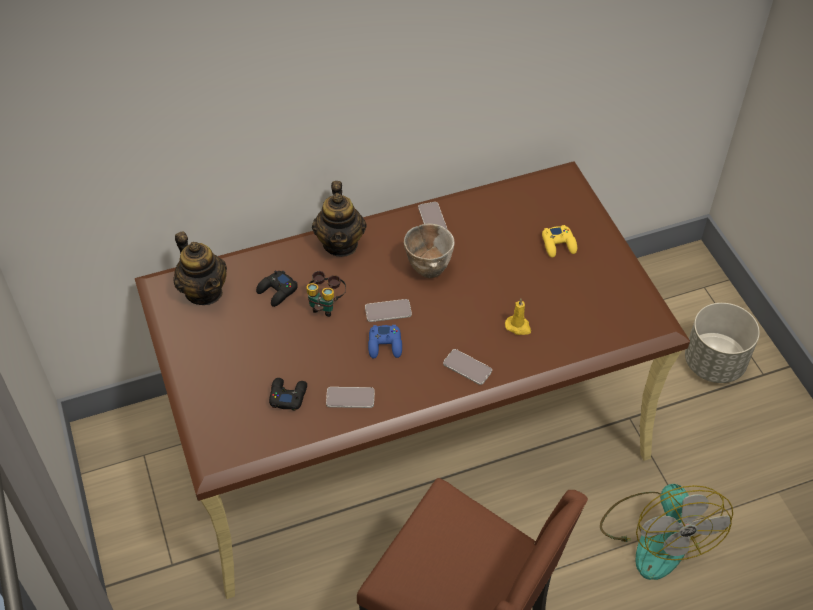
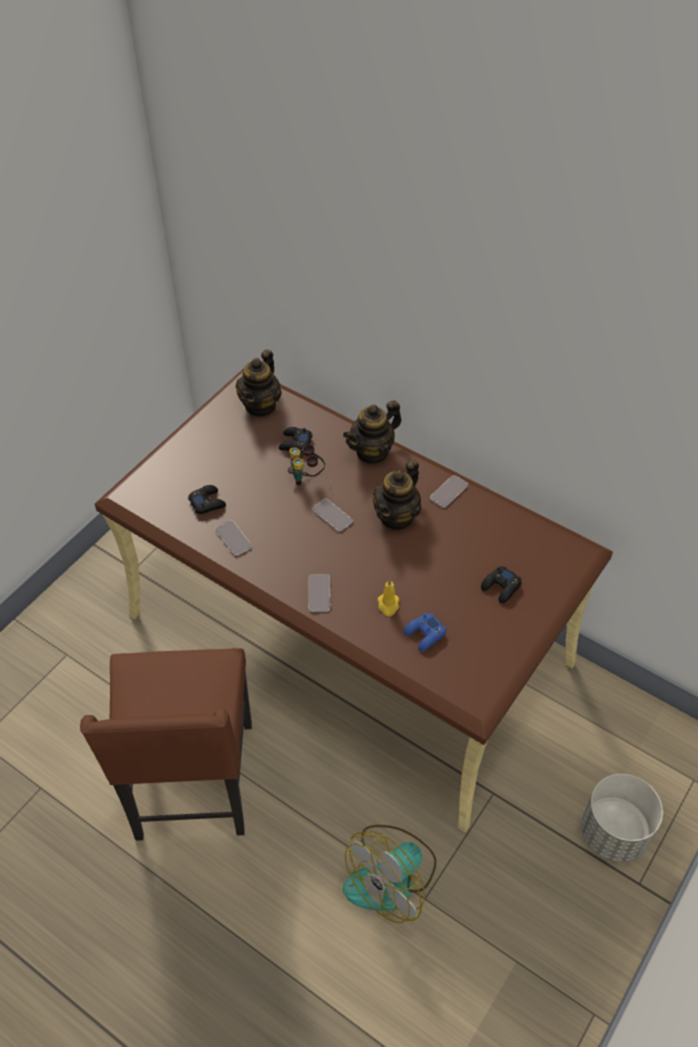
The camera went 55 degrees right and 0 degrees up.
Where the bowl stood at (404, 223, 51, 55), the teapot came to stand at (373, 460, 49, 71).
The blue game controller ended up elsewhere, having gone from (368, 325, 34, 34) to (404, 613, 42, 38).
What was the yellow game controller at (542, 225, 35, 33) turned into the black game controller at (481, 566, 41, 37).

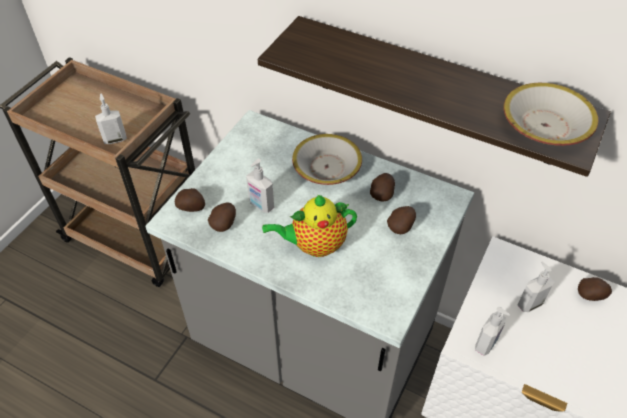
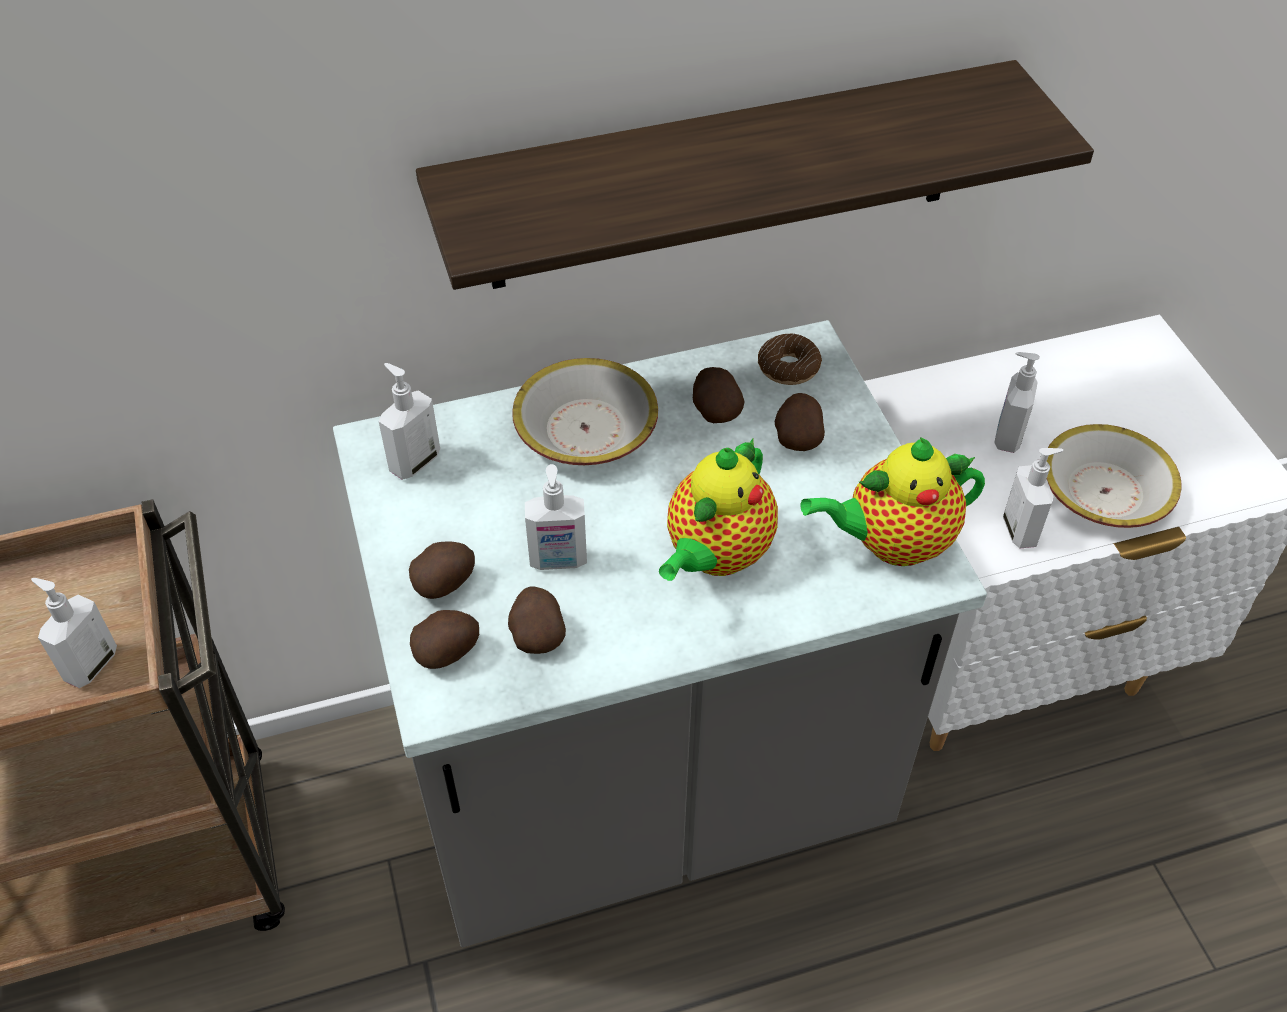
The camera went 45 degrees left and 0 degrees up.
The second view gained the soap dispenser at (378, 363, 62, 117).
The potato ended up elsewhere, having gone from (578, 277, 34, 24) to (409, 541, 66, 58).
The second view gained the donut at (758, 333, 64, 52).
The second view gained the teapot at (800, 437, 185, 129).
The bowl ended up elsewhere, having gone from (503, 83, 95, 63) to (1047, 424, 135, 104).

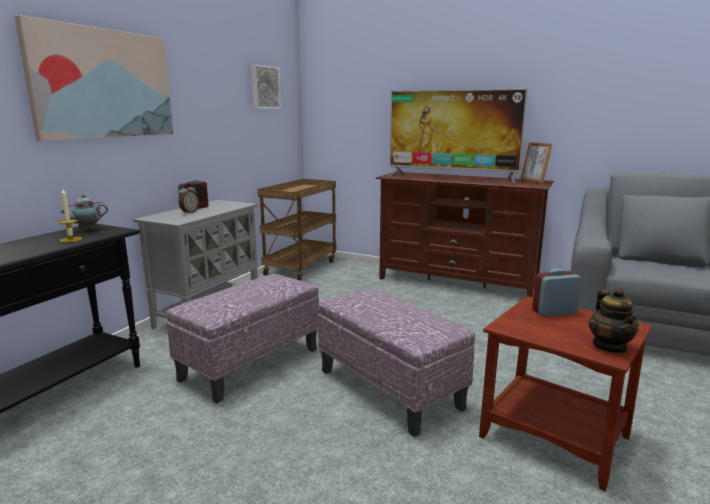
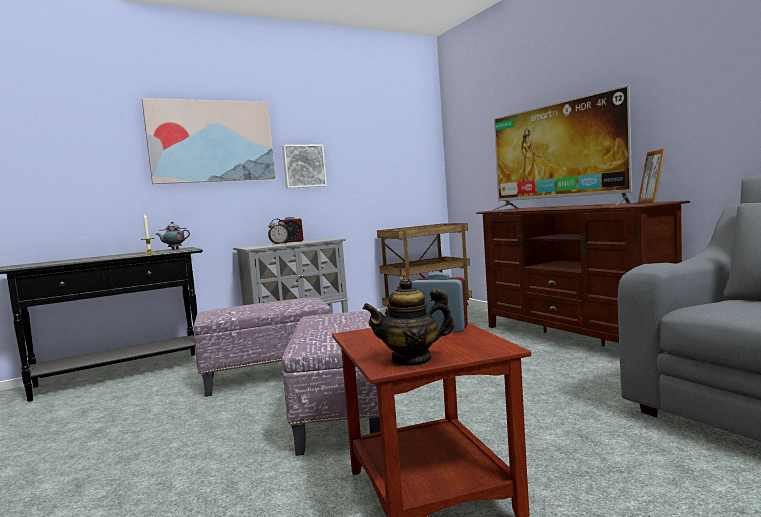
The camera went 35 degrees right and 10 degrees down.
The picture ended up elsewhere, having gone from (251, 64, 30, 45) to (282, 144, 45, 44).
The teapot at (589, 287, 50, 67) ended up facing another way, 45 degrees clockwise from before.

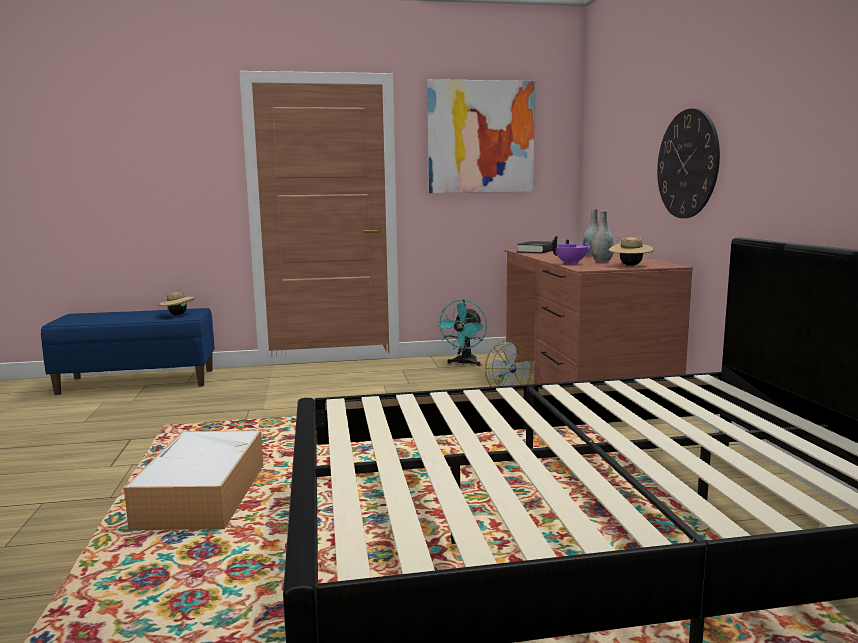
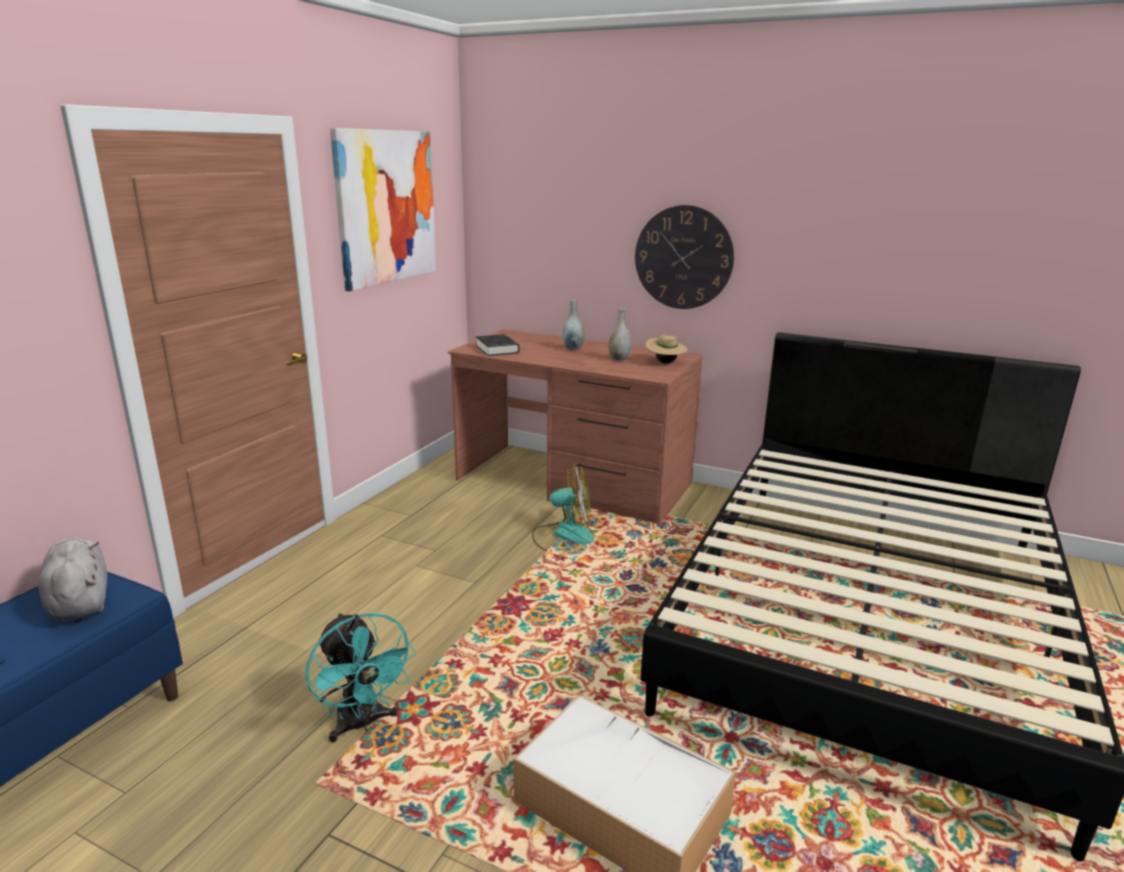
The camera went 55 degrees left and 10 degrees up.
Where the beige hat stood at (159, 292, 36, 23), the grey plush toy came to stand at (38, 538, 69, 84).
The turquoise fan ended up elsewhere, having gone from (436, 299, 51, 67) to (306, 613, 110, 130).
The second view lost the purple teapot at (552, 236, 40, 29).

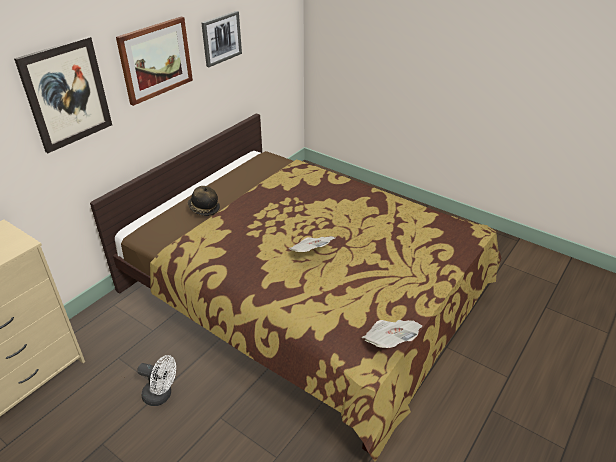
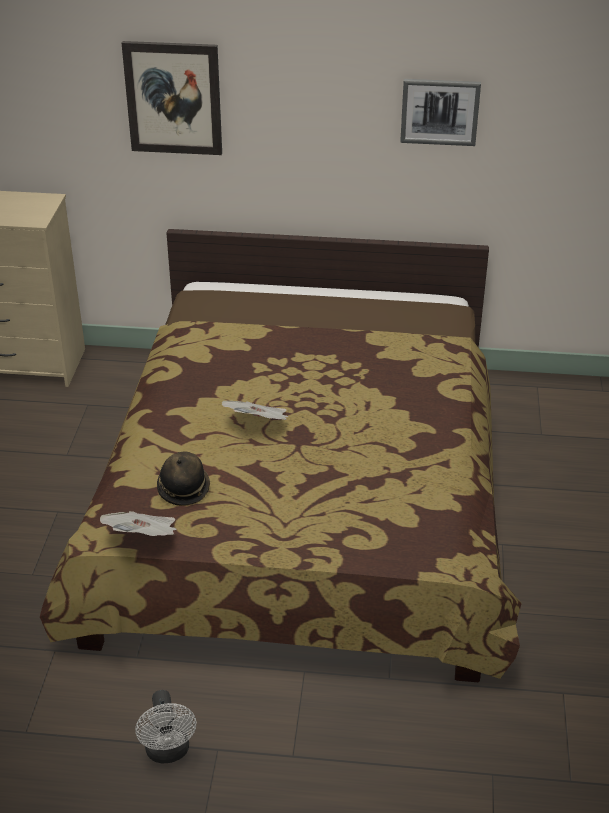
The camera went 60 degrees right and 0 degrees up.
The white fan ended up elsewhere, having gone from (137, 355, 39, 51) to (135, 690, 61, 74).
The hat ended up elsewhere, having gone from (188, 186, 32, 30) to (157, 452, 53, 54).
The second view lost the picture at (116, 17, 77, 89).

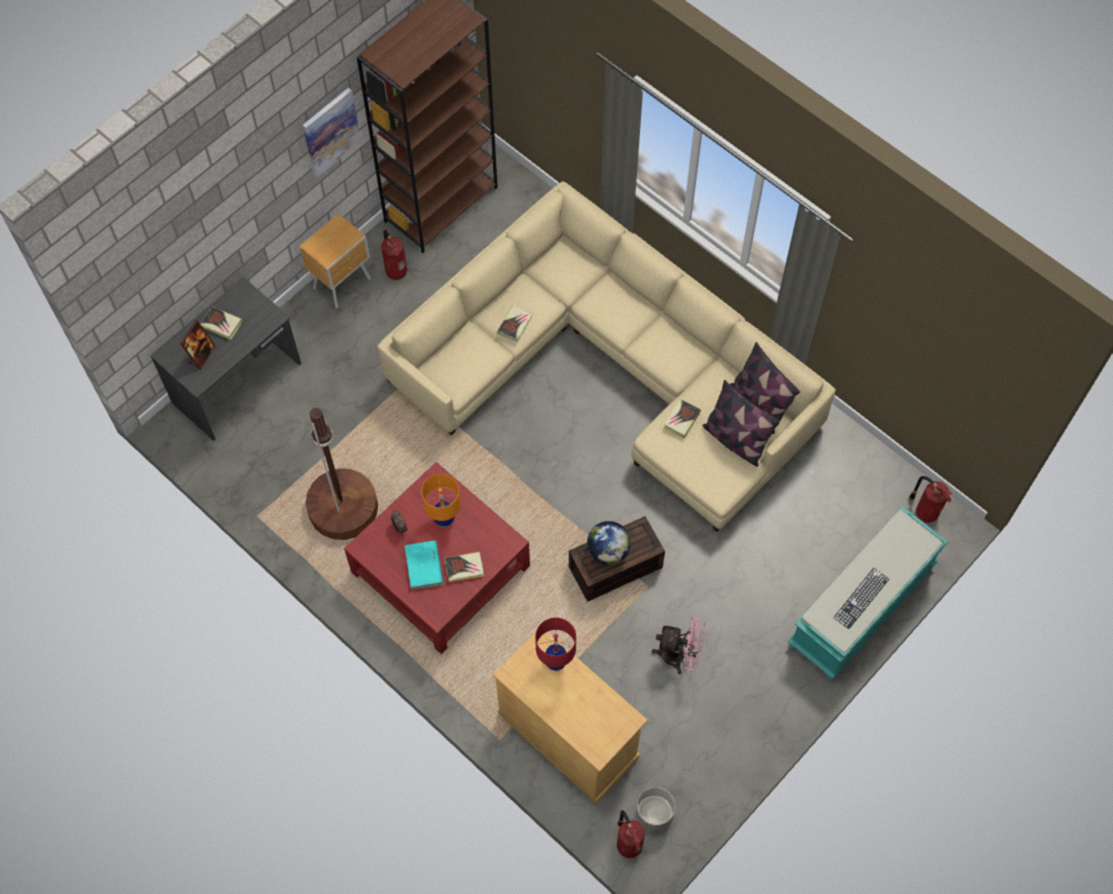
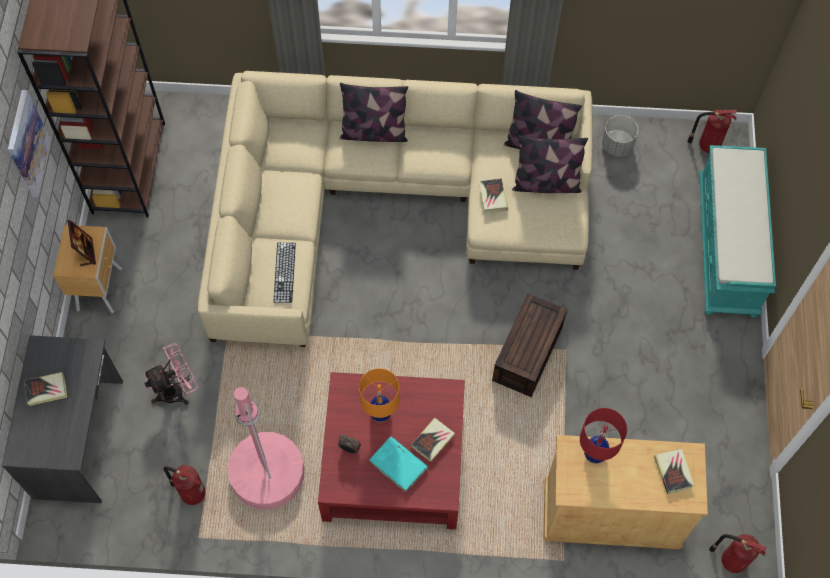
The camera went 40 degrees left and 0 degrees up.
The picture frame ended up elsewhere, having gone from (180, 320, 36, 49) to (68, 220, 28, 46).
The pink fan ended up elsewhere, having gone from (652, 616, 53, 59) to (143, 343, 55, 62).
The fire extinguisher ended up elsewhere, having gone from (381, 230, 26, 50) to (164, 465, 42, 40).
What was the brown floor lamp at (306, 408, 72, 132) turned into the pink floor lamp at (228, 387, 76, 122).
The keyboard ended up elsewhere, having gone from (833, 568, 56, 61) to (273, 243, 23, 60).
The second view gained the pillow at (340, 83, 68, 59).
The grey planter ended up elsewhere, having gone from (636, 787, 39, 45) to (602, 115, 36, 42).
The book ended up elsewhere, having gone from (497, 306, 36, 36) to (654, 448, 40, 46).
The second view lost the globe at (587, 521, 44, 44).

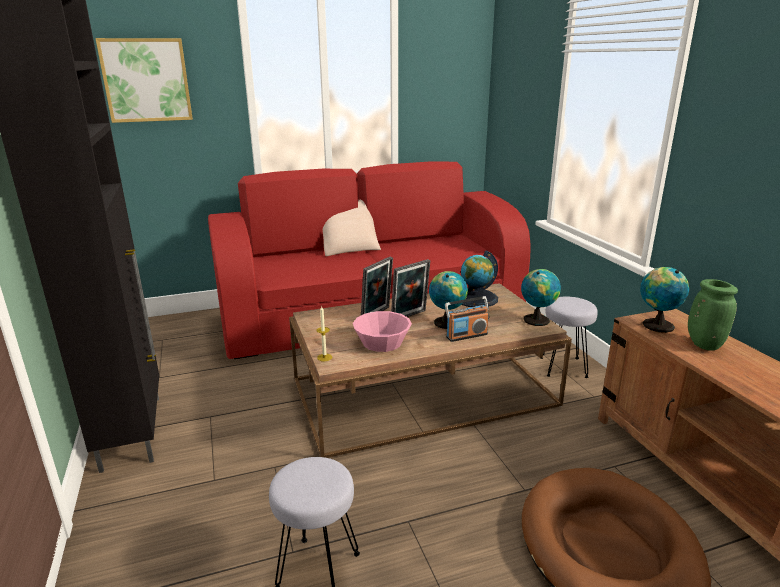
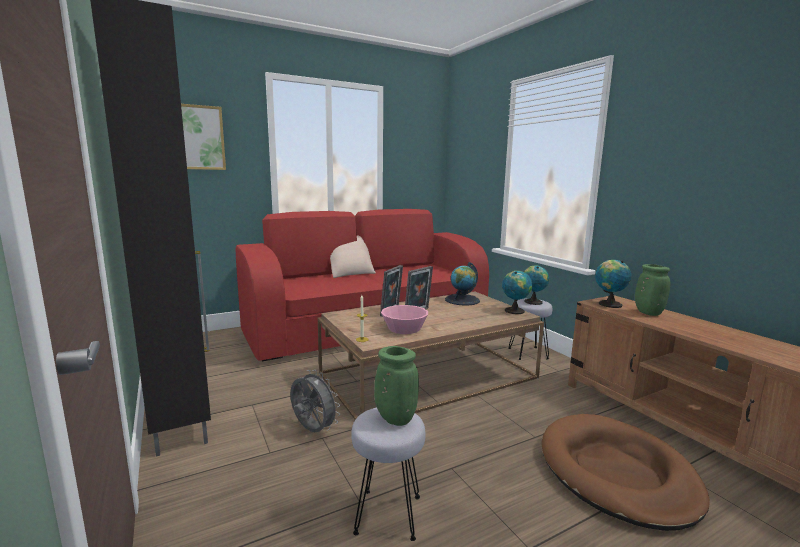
The camera went 10 degrees left and 10 degrees down.
The second view gained the grey fan at (290, 370, 50, 62).
The second view gained the green vase at (374, 346, 45, 80).
The globe ended up elsewhere, having gone from (429, 271, 39, 58) to (524, 265, 25, 40).
The second view lost the radio at (445, 296, 44, 46).

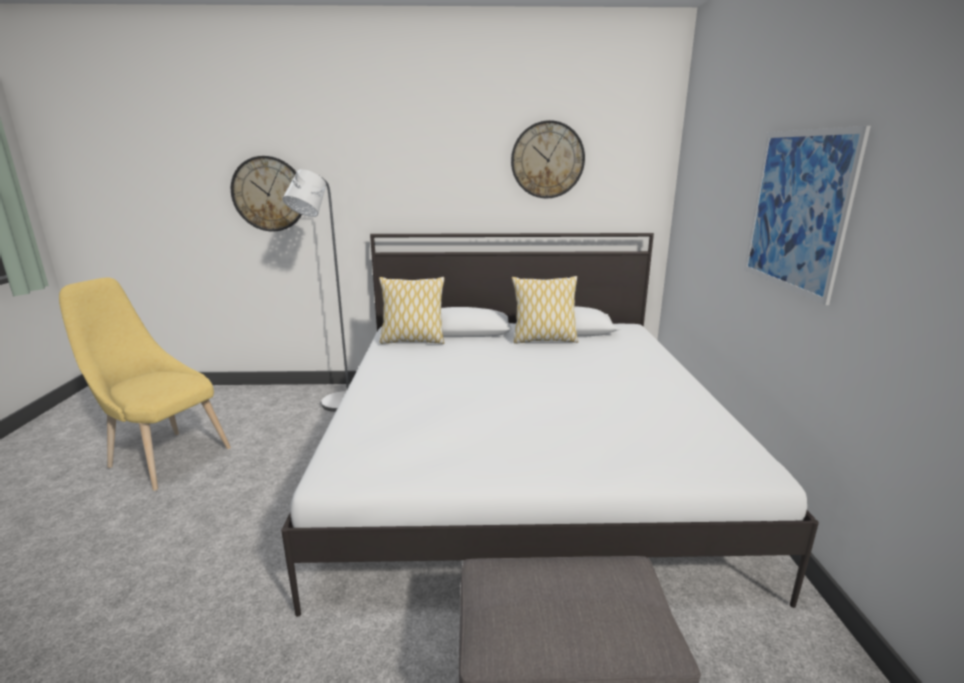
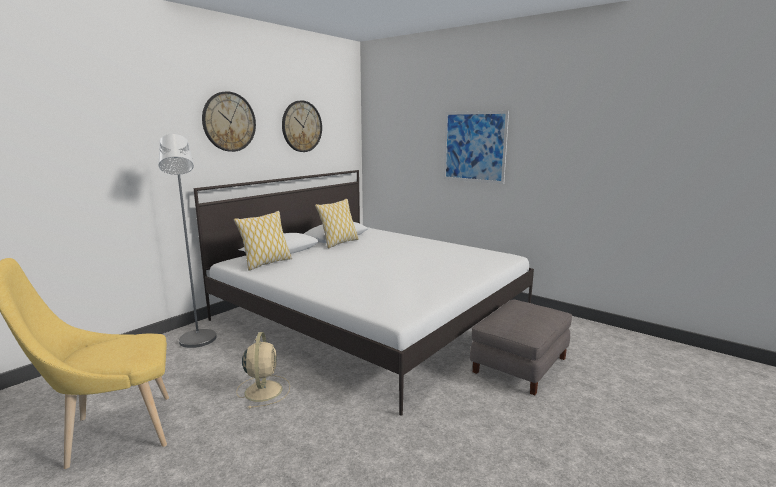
The camera went 50 degrees left and 5 degrees down.
The wall clock ended up elsewhere, having gone from (231, 156, 71, 76) to (202, 92, 54, 60).
The second view gained the beige fan at (236, 332, 54, 77).

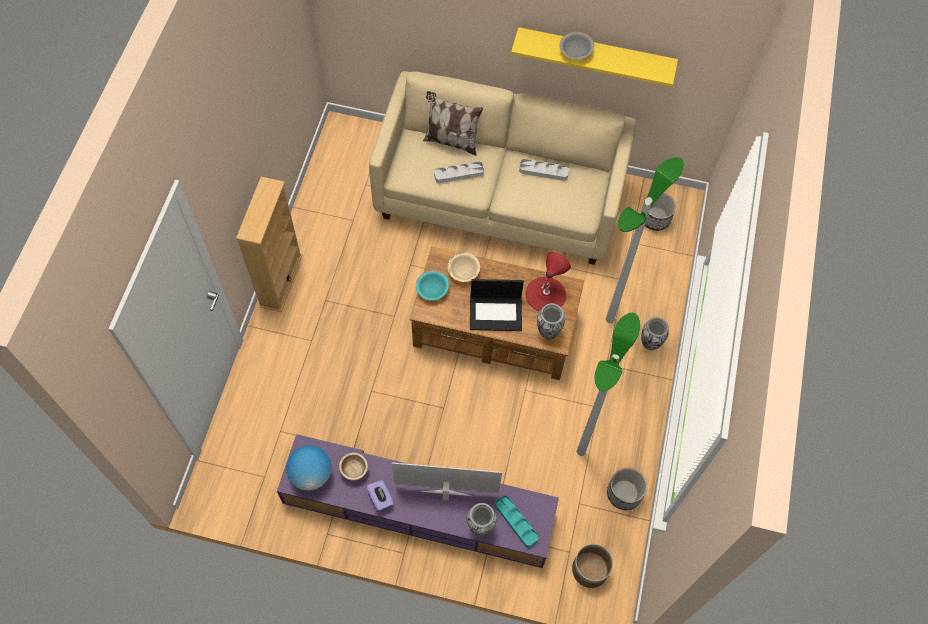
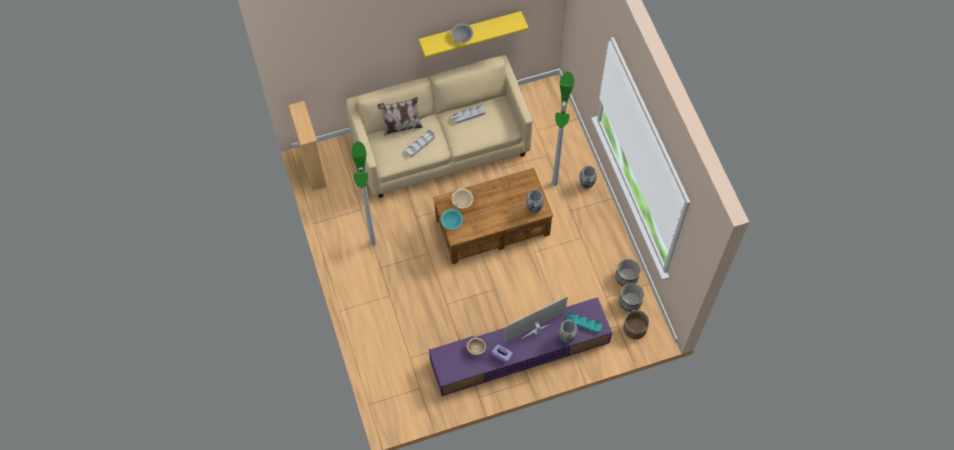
The camera went 30 degrees left and 0 degrees up.
The beige bookcase ended up elsewhere, having gone from (236, 177, 66, 135) to (288, 101, 39, 91).
The floor lamp ended up elsewhere, having gone from (577, 313, 63, 143) to (352, 141, 24, 105).
The planter ended up elsewhere, having gone from (644, 193, 32, 38) to (619, 283, 25, 29).
The second view lost the globe at (286, 445, 46, 46).
The second view lost the laptop at (470, 279, 54, 52).
The second view lost the red table lamp at (526, 252, 45, 60).

